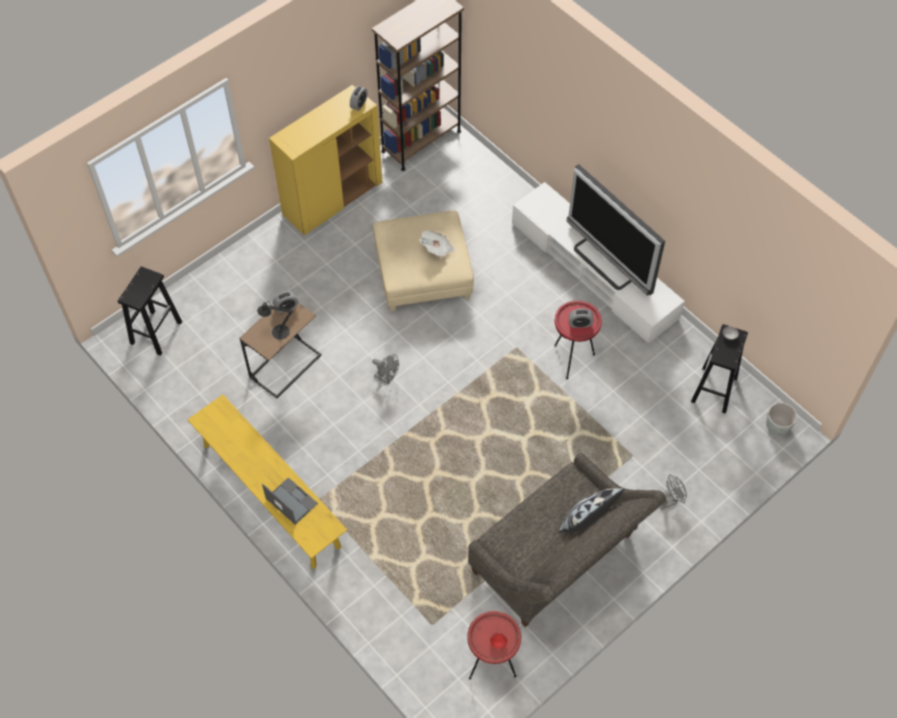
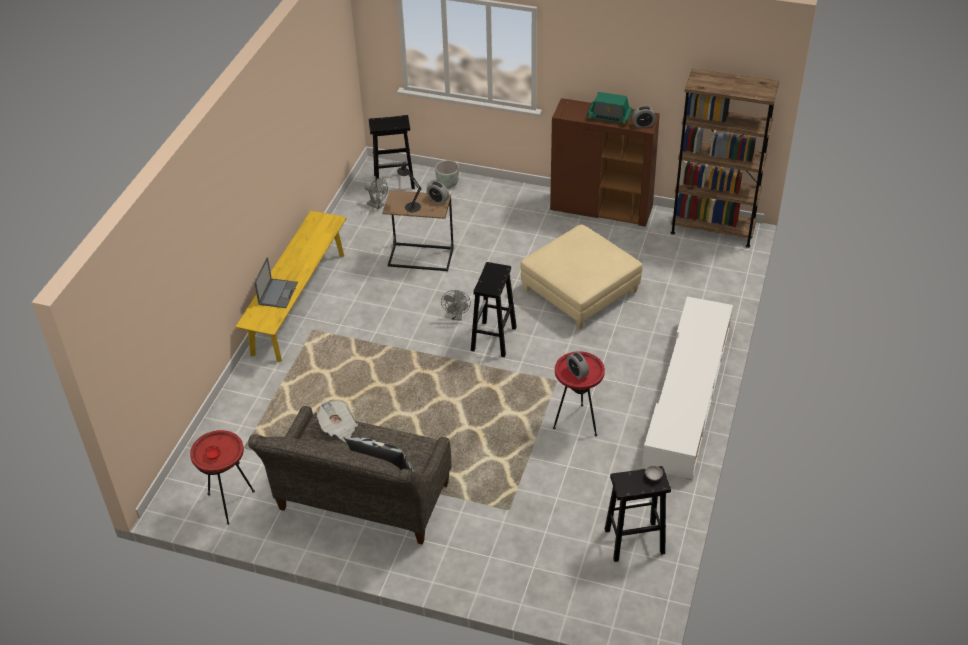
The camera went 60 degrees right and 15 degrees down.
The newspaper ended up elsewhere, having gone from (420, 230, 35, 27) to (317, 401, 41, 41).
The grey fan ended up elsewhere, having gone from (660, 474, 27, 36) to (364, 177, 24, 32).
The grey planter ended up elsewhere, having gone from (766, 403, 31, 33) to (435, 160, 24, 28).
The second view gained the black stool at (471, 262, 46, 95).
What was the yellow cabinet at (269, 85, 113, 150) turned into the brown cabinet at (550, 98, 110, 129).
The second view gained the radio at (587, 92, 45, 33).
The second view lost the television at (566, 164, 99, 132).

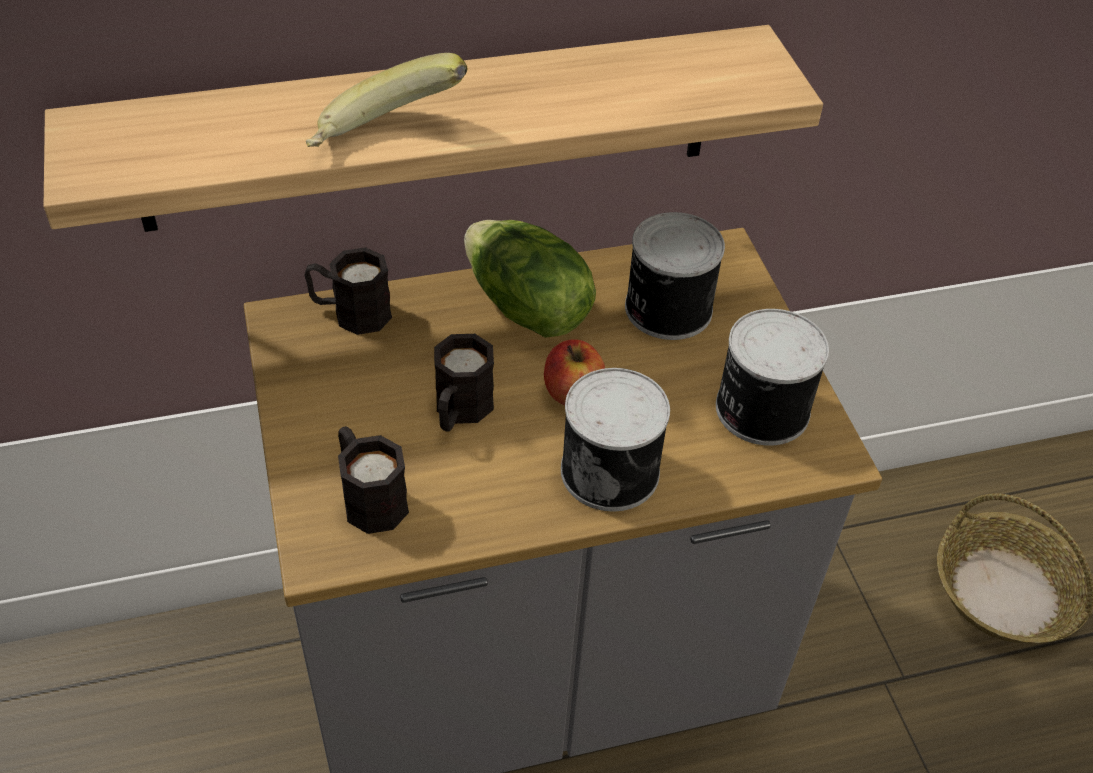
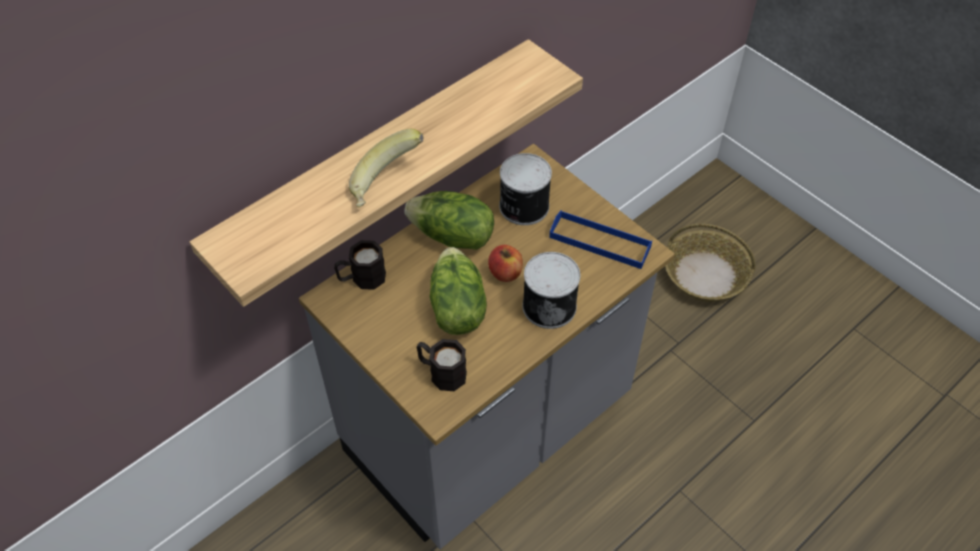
The camera went 25 degrees left and 5 degrees up.
Where the black mug stood at (434, 334, 60, 98), the lettuce came to stand at (430, 247, 57, 88).
Where the can stood at (716, 309, 113, 137), the blue tray came to stand at (549, 210, 103, 59).

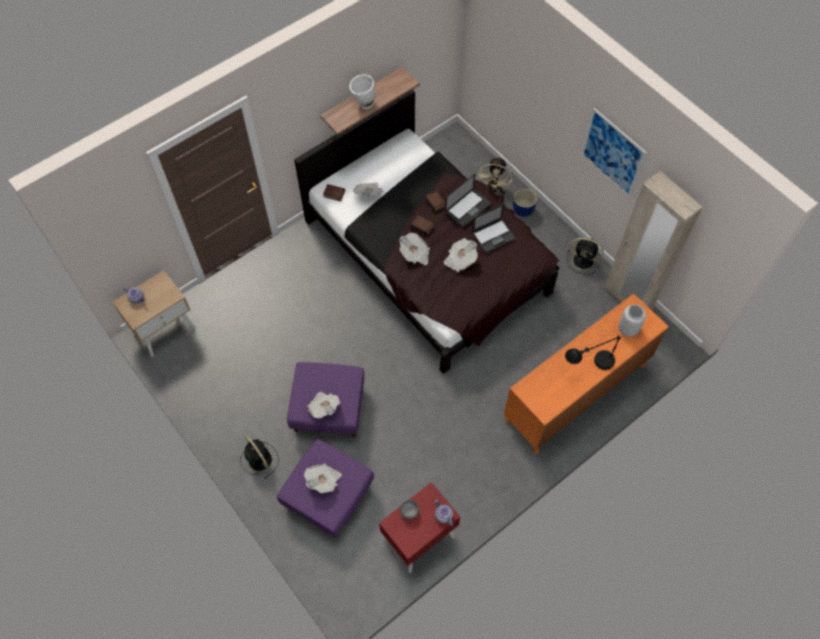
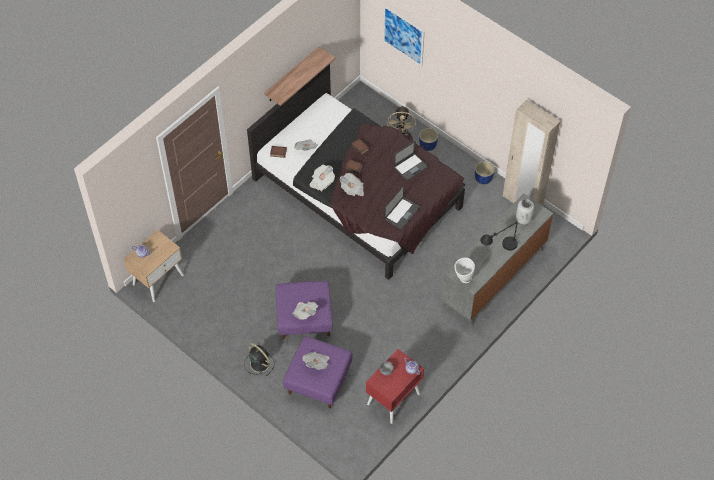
The camera went 10 degrees left and 5 degrees down.
The newspaper ended up elsewhere, having gone from (444, 238, 34, 35) to (310, 165, 25, 26).
The picture ended up elsewhere, having gone from (581, 108, 66, 90) to (383, 5, 42, 61).
The laptop ended up elsewhere, having gone from (445, 174, 46, 53) to (385, 185, 35, 44).
What was the orange dresser at (504, 293, 165, 161) turned into the grey dresser at (441, 194, 112, 133).
The white vase ended up elsewhere, having gone from (350, 74, 25, 35) to (454, 258, 21, 25).
Where the black fan stood at (567, 238, 37, 37), the blue planter came to stand at (475, 161, 19, 23).

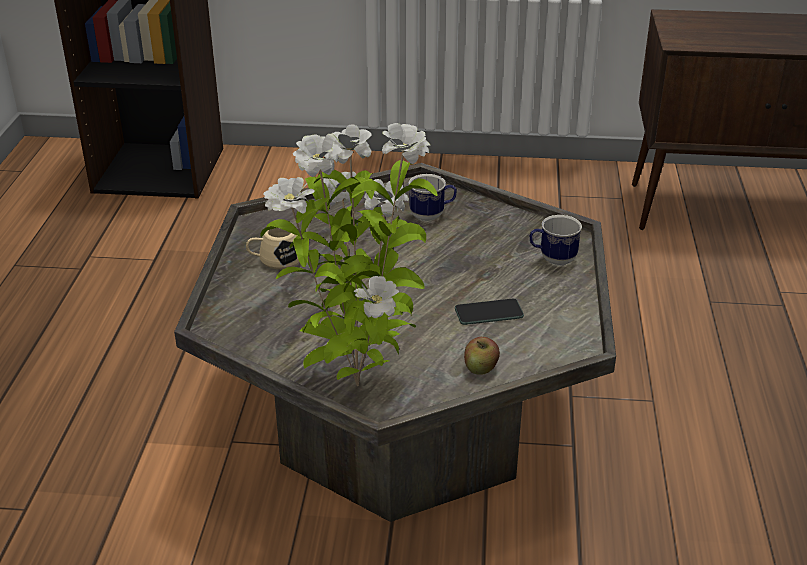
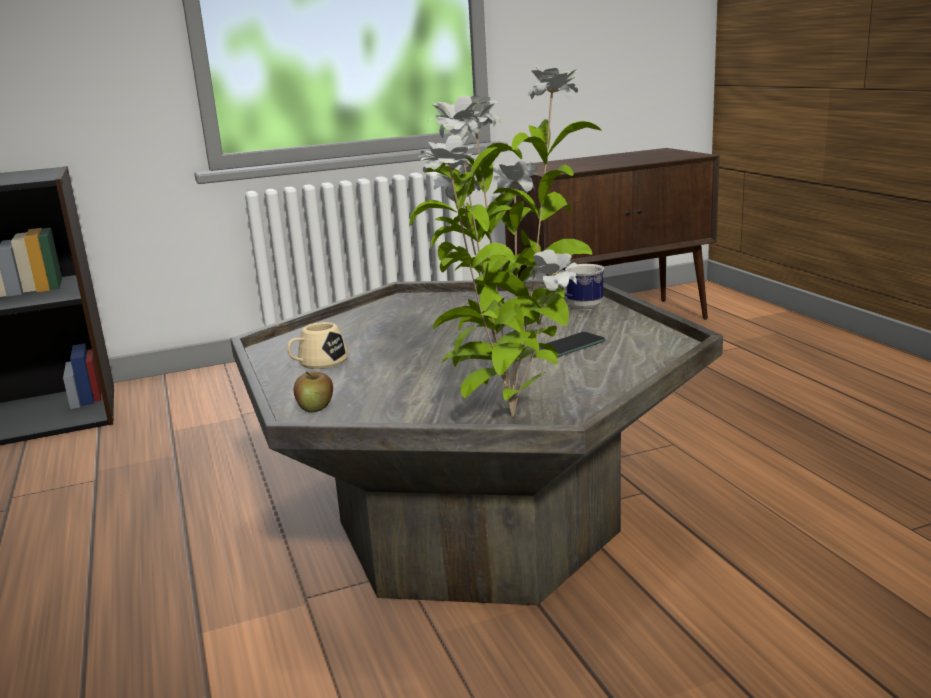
The camera went 25 degrees left and 15 degrees down.
The apple ended up elsewhere, having gone from (464, 337, 36, 38) to (294, 371, 39, 42).
The second view lost the mug at (409, 174, 48, 47).

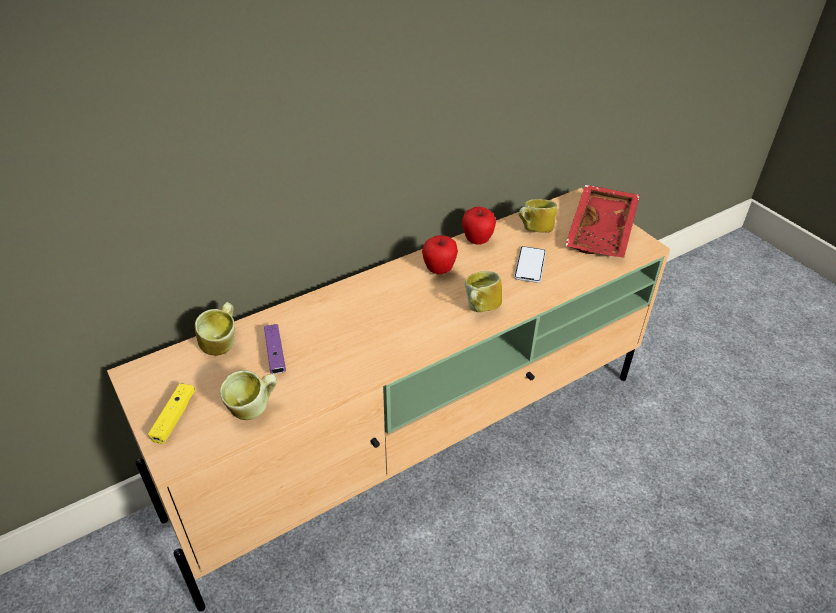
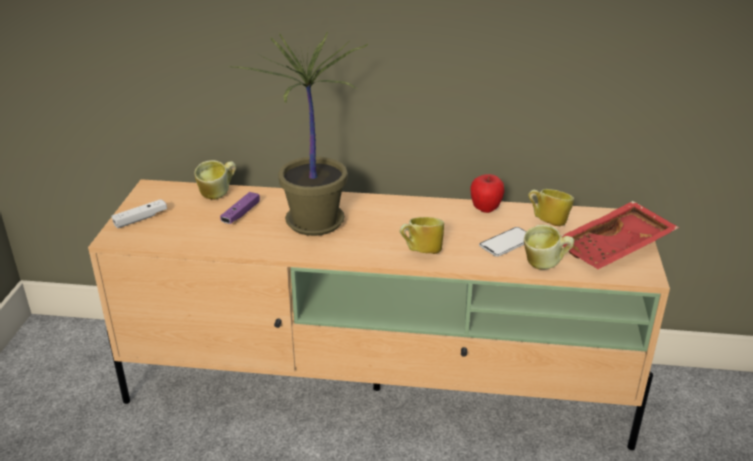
The camera went 40 degrees right and 10 degrees down.
What was the yellow game controller at (148, 383, 47, 61) turned into the white game controller at (111, 199, 56, 29).
The second view gained the potted plant at (228, 31, 140, 205).
The mug ended up elsewhere, having gone from (220, 370, 57, 50) to (524, 224, 50, 46).
The second view lost the apple at (422, 235, 36, 40).

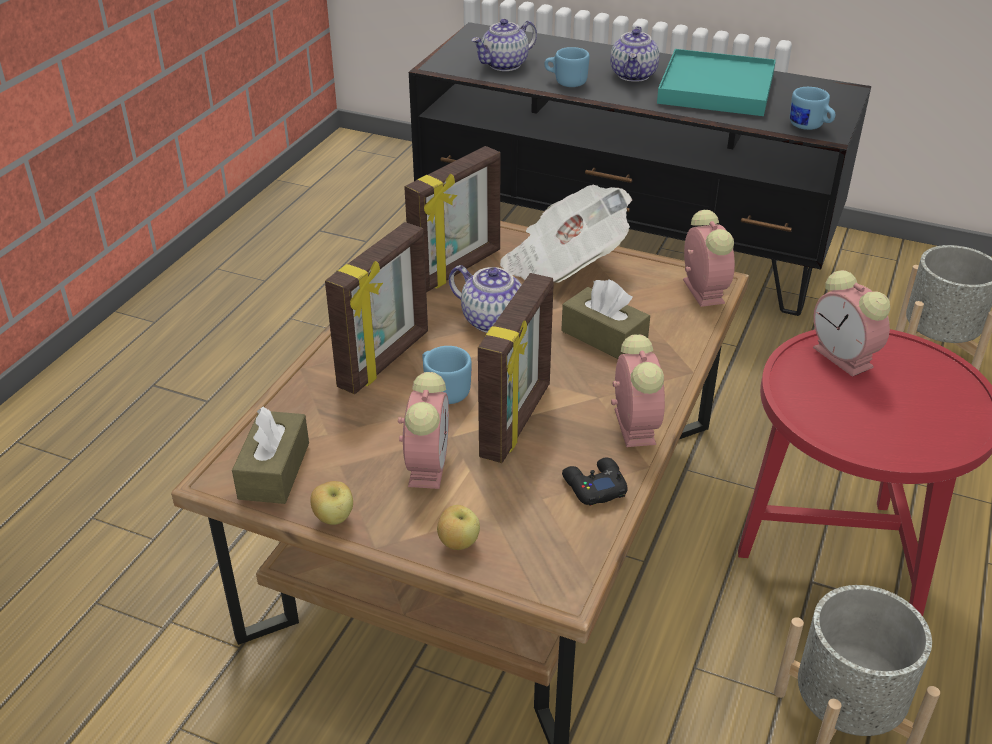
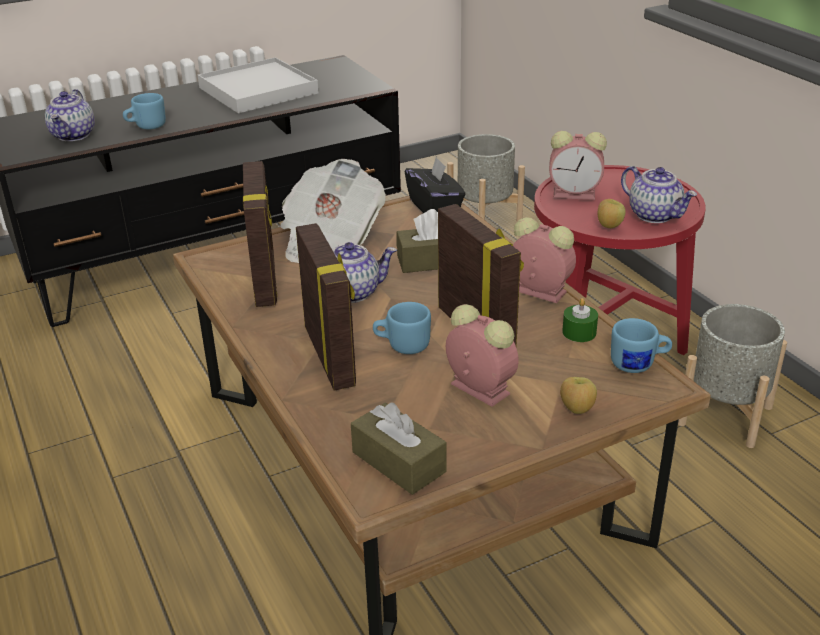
The camera went 50 degrees left and 5 degrees down.
What was the turquoise tray at (657, 49, 119, 67) turned into the white tray at (198, 57, 121, 56).
Where the alarm clock stood at (683, 210, 52, 97), the black tissue box came to stand at (405, 157, 60, 56).
Where the black game controller stood at (562, 458, 66, 48), the green candle came to stand at (562, 298, 36, 44).
The apple ended up elsewhere, having gone from (310, 481, 43, 44) to (597, 199, 29, 29).
The blue mug ended up elsewhere, having gone from (790, 87, 45, 43) to (611, 318, 61, 55).
The teapot ended up elsewhere, having gone from (610, 26, 49, 56) to (621, 166, 76, 57).

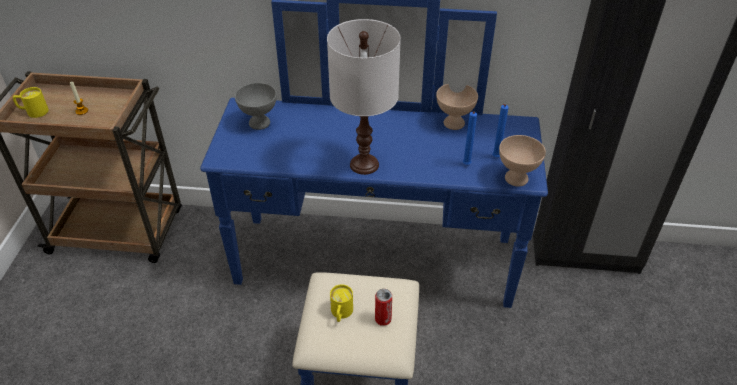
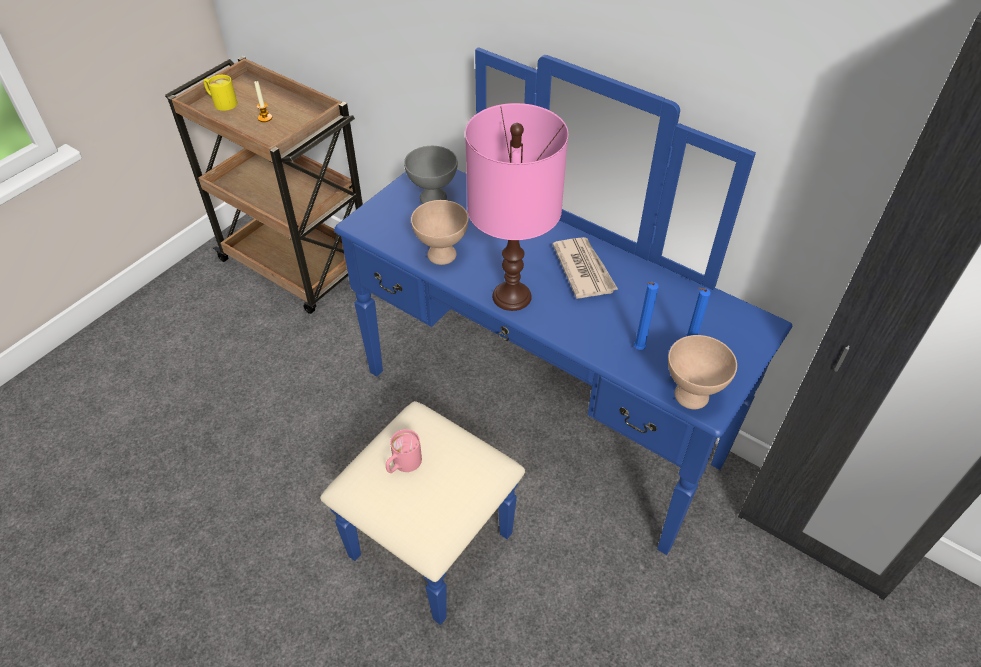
The camera went 30 degrees right and 5 degrees up.
What was the yellow mug at (330, 284, 23, 38) turned into the pink mug at (386, 429, 36, 44).
The beige bowl ended up elsewhere, having gone from (436, 84, 42, 46) to (411, 200, 58, 65).
What was the white table lamp at (327, 19, 74, 156) turned into the pink table lamp at (465, 103, 103, 208).
The second view gained the newspaper at (553, 237, 65, 62).
The second view lost the can at (375, 289, 17, 37).

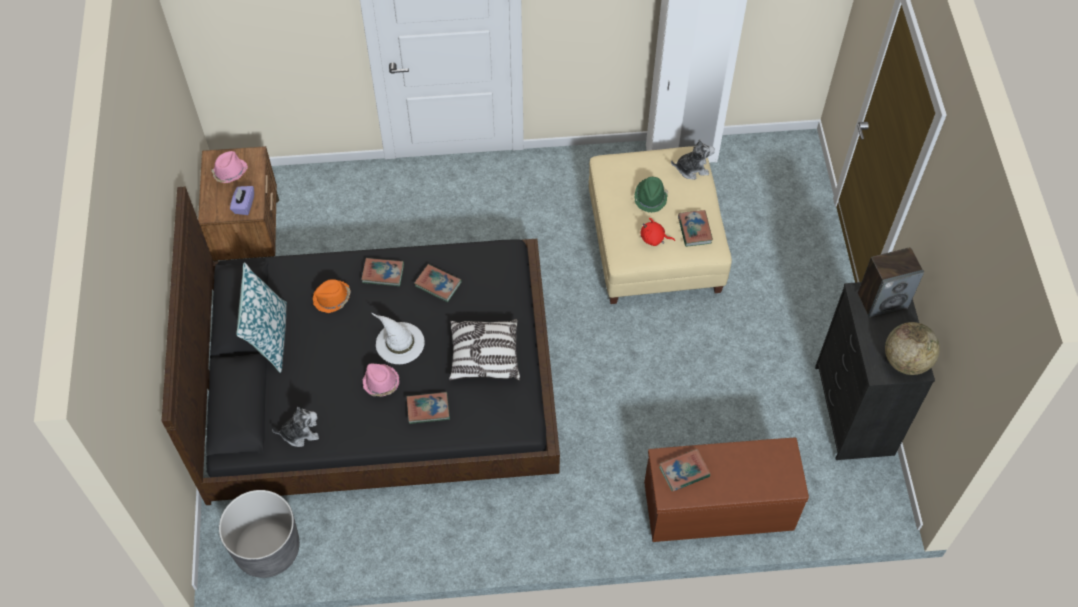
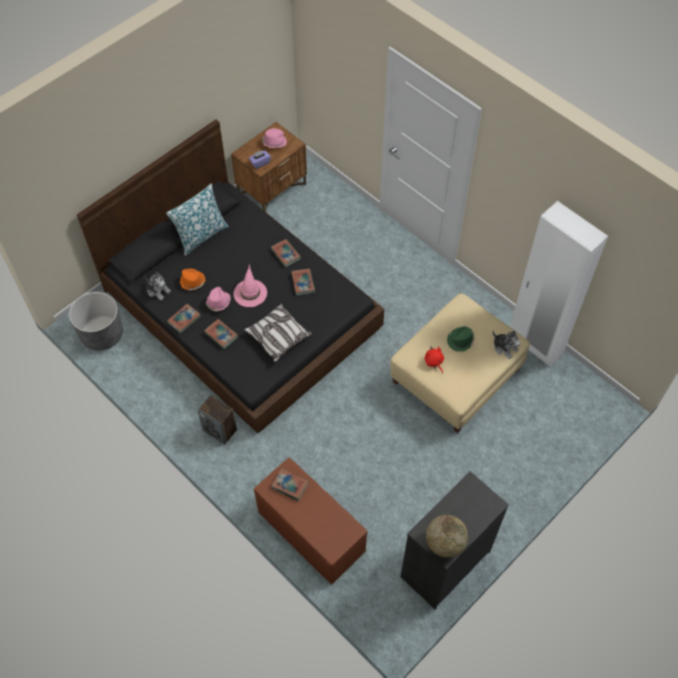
The camera went 50 degrees right and 0 degrees up.
The book ended up elsewhere, having gone from (678, 210, 35, 37) to (167, 304, 34, 29).
The orange hat ended up elsewhere, having gone from (313, 279, 37, 34) to (180, 269, 25, 22).
The speaker ended up elsewhere, having gone from (858, 247, 66, 71) to (198, 395, 39, 50).
What was the white hat at (371, 312, 54, 52) turned into the pink hat at (234, 264, 33, 43).

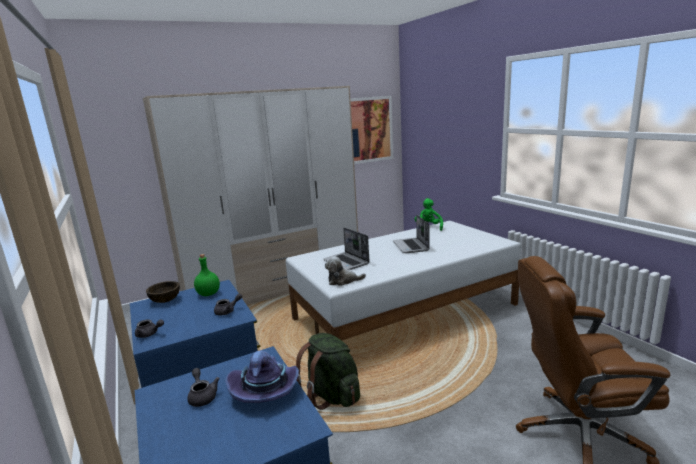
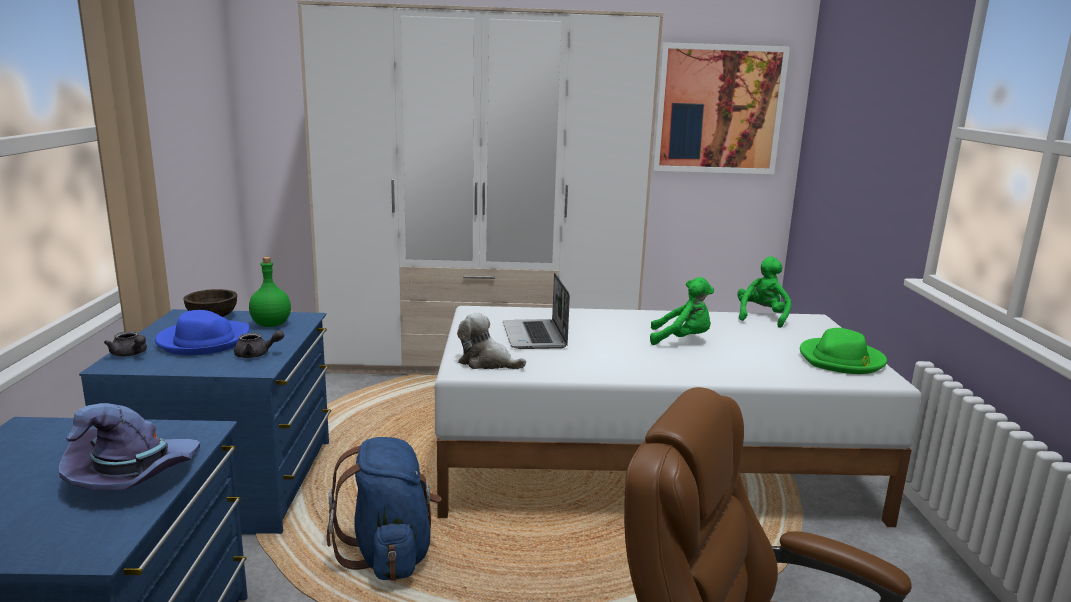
The camera went 25 degrees right and 0 degrees up.
The second view gained the blue hat at (155, 310, 95, 45).
What was the green backpack at (296, 333, 64, 77) turned into the blue backpack at (327, 437, 115, 144).
Where the laptop stood at (393, 215, 37, 38), the green plush toy came to stand at (650, 277, 64, 68).
The second view gained the green hat at (800, 328, 87, 46).
The second view lost the grey teapot at (187, 368, 33, 39).

